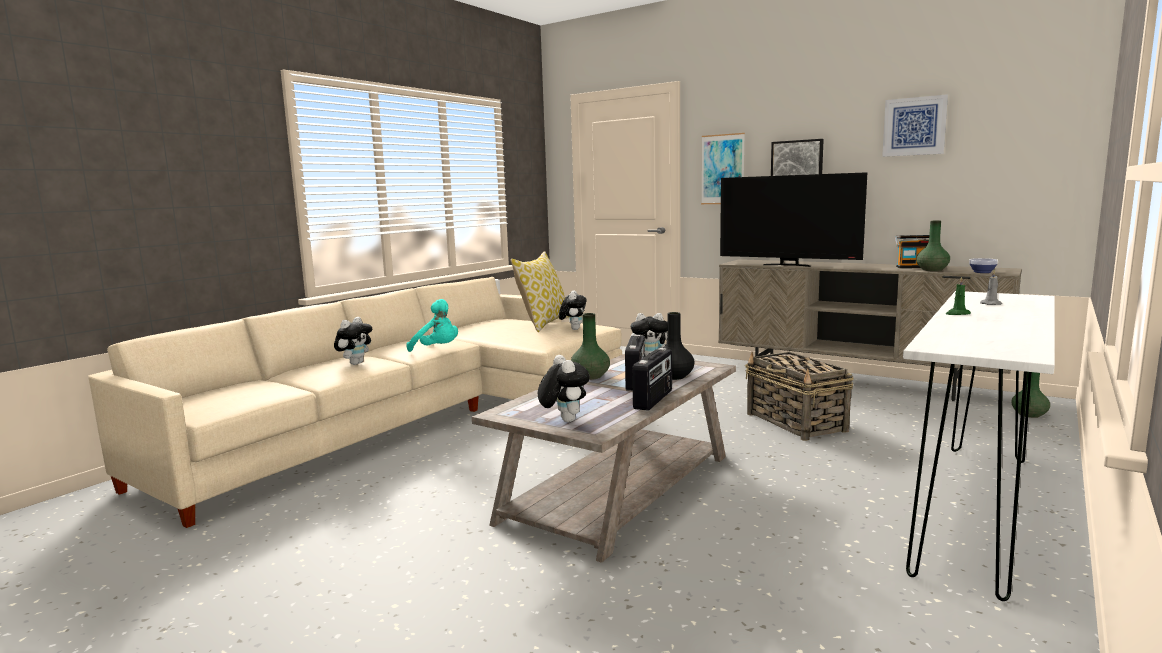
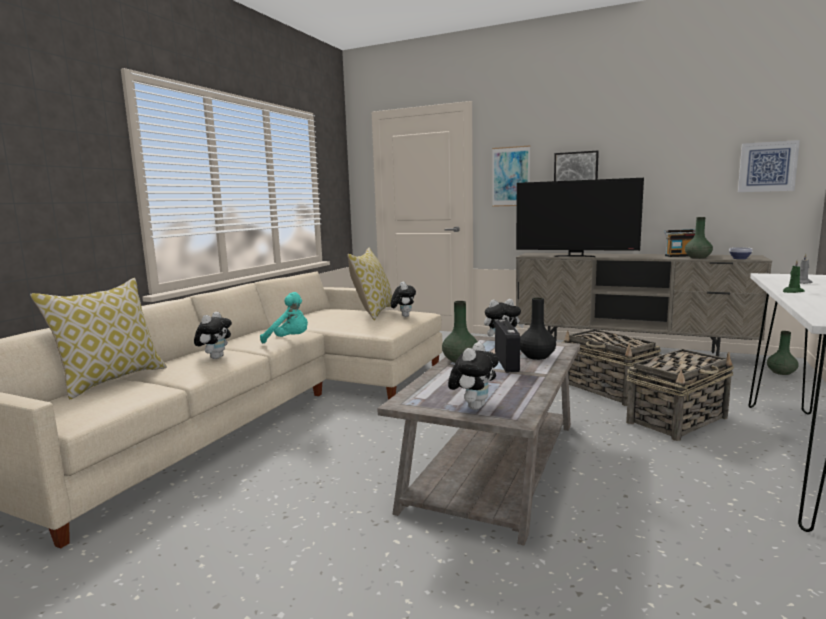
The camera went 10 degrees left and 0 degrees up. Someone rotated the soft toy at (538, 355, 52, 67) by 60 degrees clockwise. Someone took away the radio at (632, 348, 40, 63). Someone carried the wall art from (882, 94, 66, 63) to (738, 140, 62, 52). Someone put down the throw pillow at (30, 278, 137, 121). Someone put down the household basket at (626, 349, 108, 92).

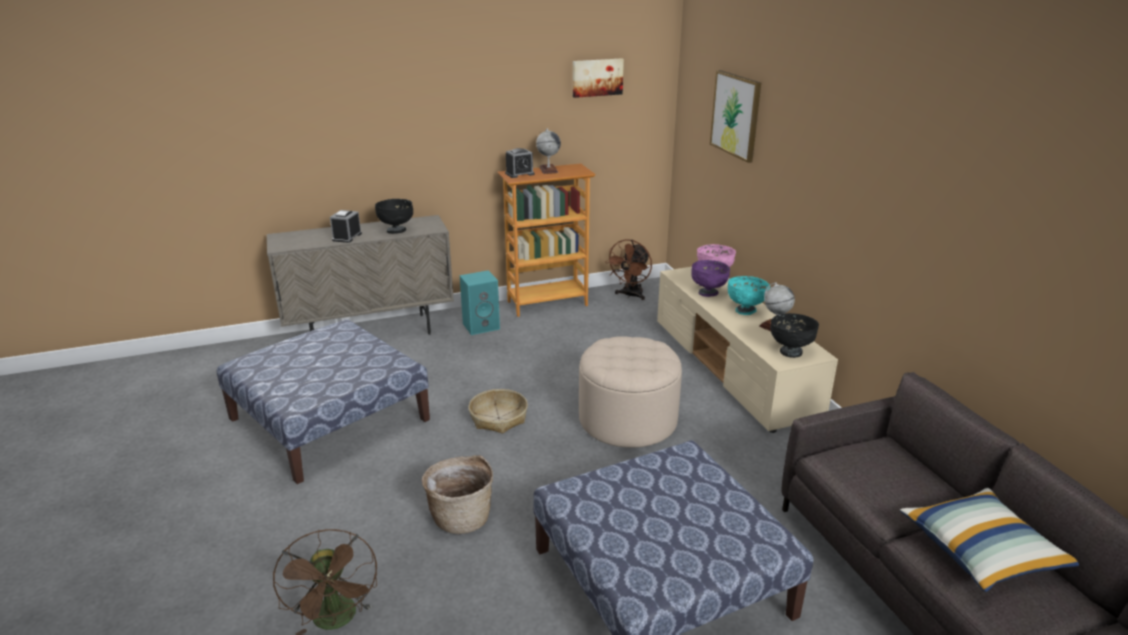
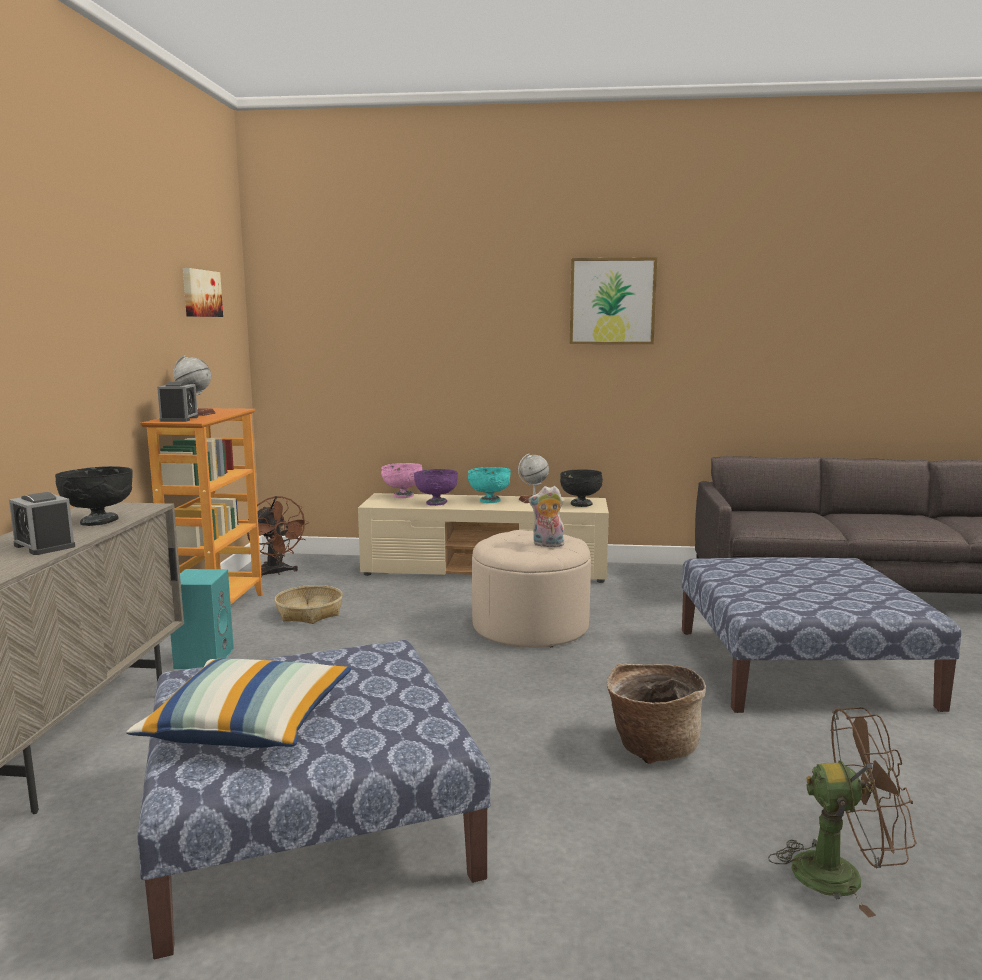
The camera went 65 degrees left and 15 degrees down. Someone carried the household basket from (469, 389, 59, 45) to (274, 585, 69, 39). Someone carried the wall art from (710, 70, 51, 93) to (570, 257, 87, 87). Someone carried the throw pillow from (900, 488, 179, 104) to (126, 658, 225, 90). Someone put down the soft toy at (528, 486, 36, 61).

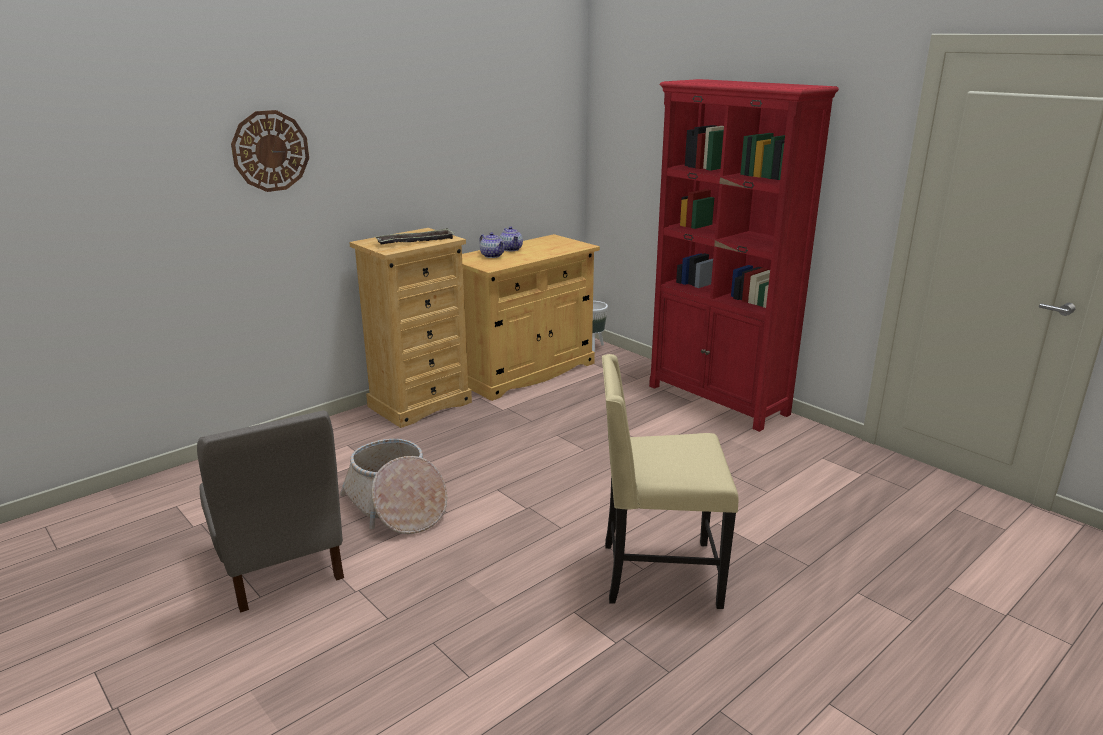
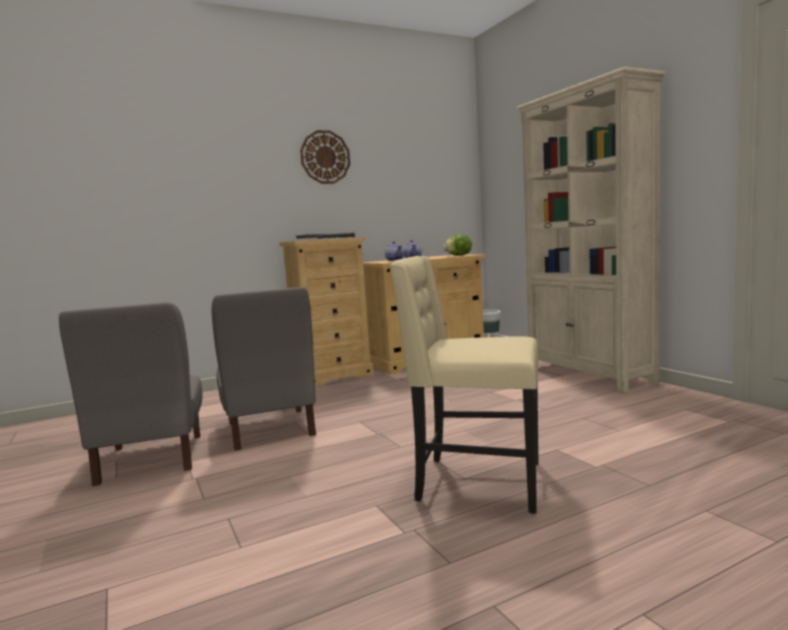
The camera went 15 degrees right and 15 degrees down. Someone carried the clock on the wall from (231, 110, 78, 82) to (300, 130, 50, 54). Someone swapped the household basket at (340, 439, 107, 95) for the chair (gray) at (212, 287, 104, 164). Someone repainted the shelving unit (red) at (649, 79, 190, 353), which became the shelving unit (sand-coloured) at (517, 67, 148, 326). Someone put down the lettuce at (443, 234, 29, 22).

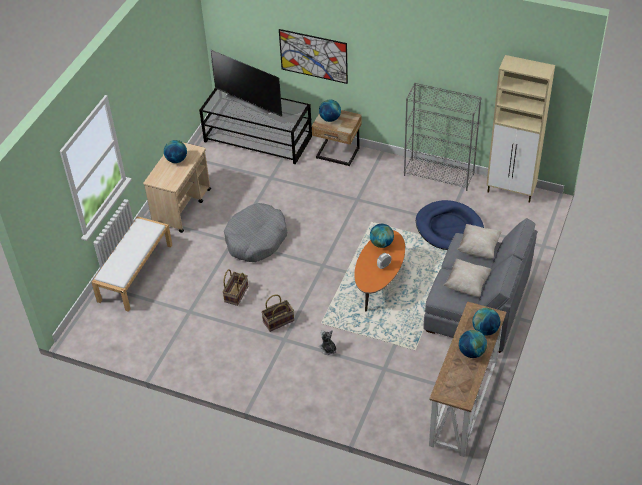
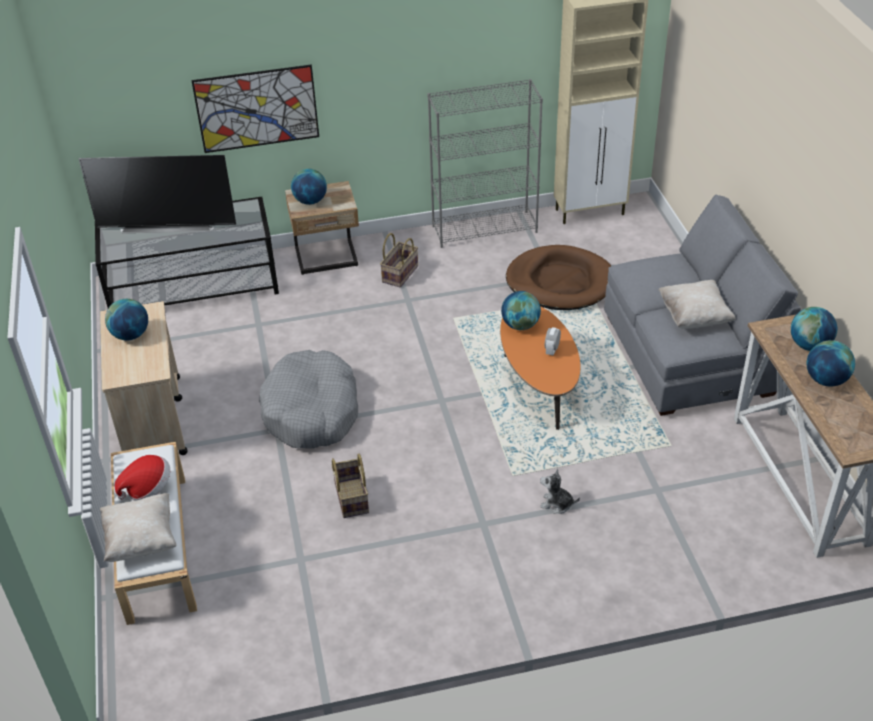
The camera went 35 degrees left and 5 degrees down. Someone carried the household basket from (261, 294, 33, 38) to (380, 233, 38, 55). Someone repainted the dog bed (blue-coloured) at (416, 200, 68, 50), which became the dog bed (brown) at (506, 245, 105, 65). Someone carried the throw pillow (sand-coloured) from (457, 224, 44, 35) to (100, 493, 76, 69). Someone put down the clothing hat at (115, 455, 55, 46).

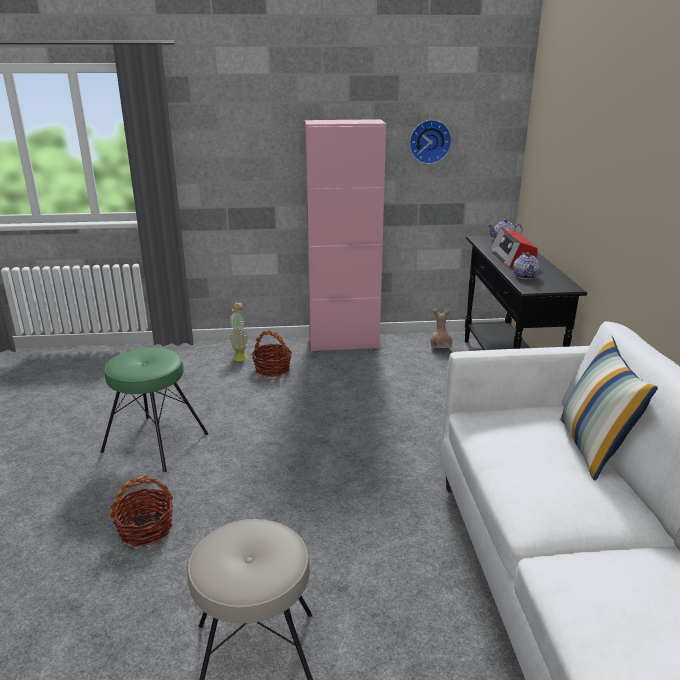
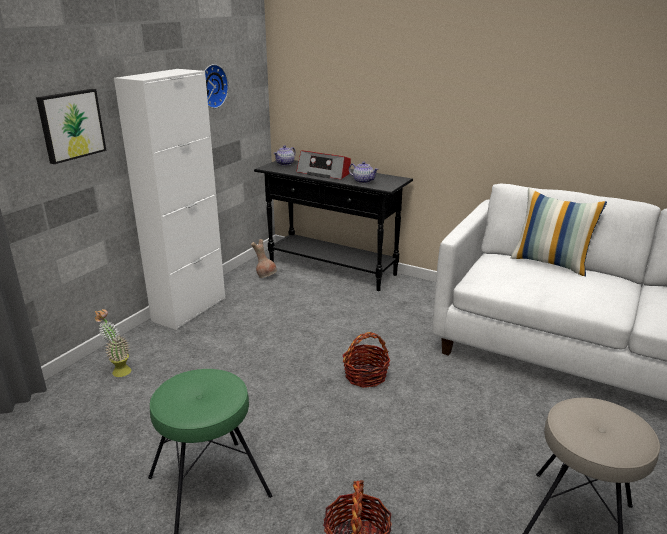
The camera went 55 degrees left and 0 degrees up. Someone carried the household basket from (251, 331, 41, 46) to (343, 332, 48, 56). Someone repainted the cupboard (pink-coloured) at (305, 119, 81, 233), which became the cupboard (white) at (114, 69, 111, 261). Someone put up the wall art at (36, 89, 70, 75).

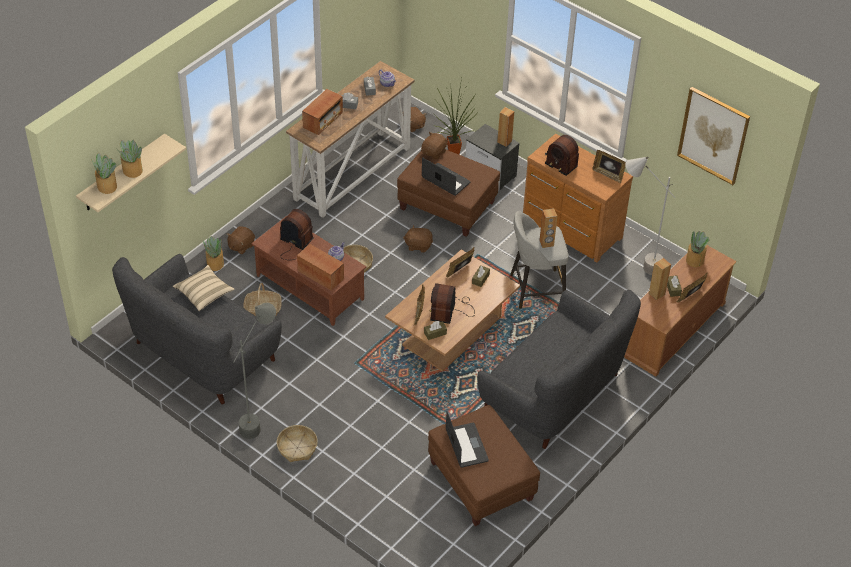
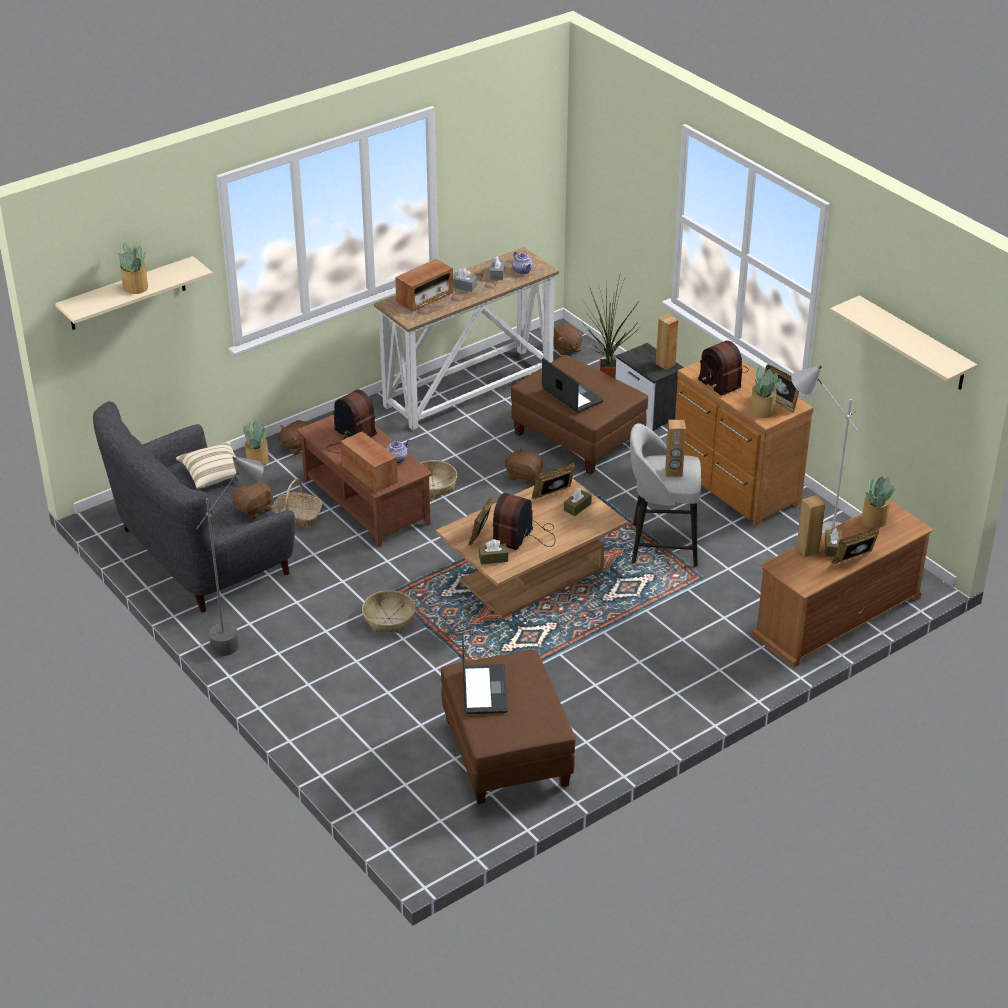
The camera went 15 degrees right and 10 degrees down. Someone carried the plant in a pot from (91, 153, 26, 41) to (750, 366, 32, 52). Someone carried the household basket from (277, 425, 41, 37) to (362, 590, 53, 43). Someone carried the soft toy (brown) from (421, 132, 27, 27) to (232, 481, 41, 38). Someone took away the settee (gray) at (477, 290, 164, 159). Someone swapped the wall art at (677, 87, 73, 98) for the bracket shelf (sand-coloured) at (830, 295, 147, 95).

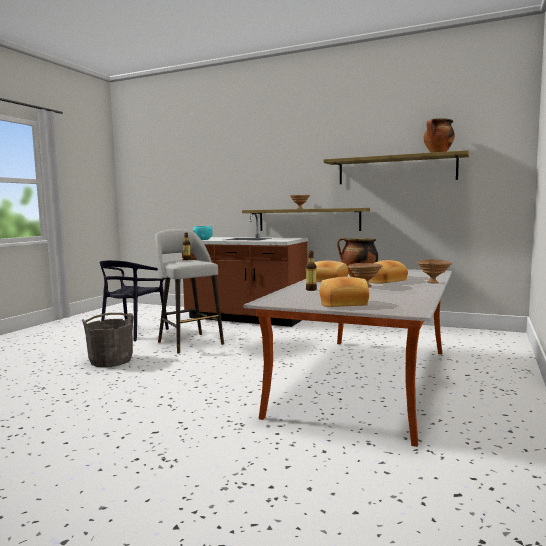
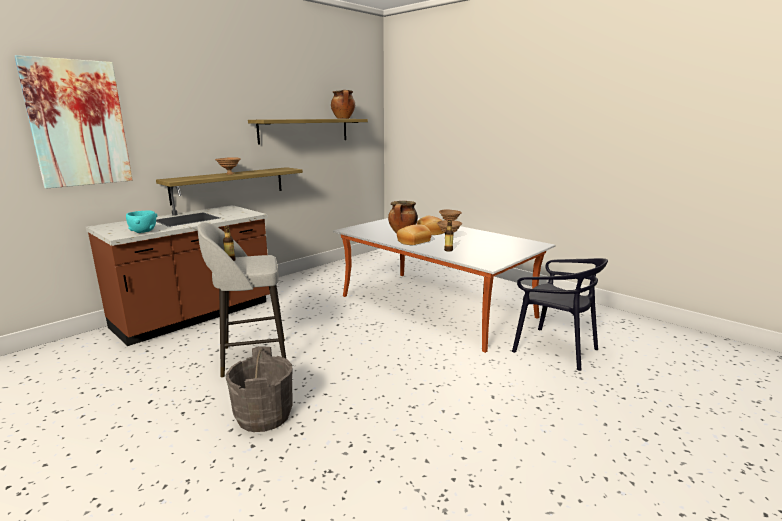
The camera went 70 degrees left and 10 degrees up. Someone carried the chair (black) from (100, 260, 69, 82) to (512, 258, 96, 113). Someone took away the baked bread at (320, 277, 49, 30). Someone put up the wall art at (14, 55, 119, 134).

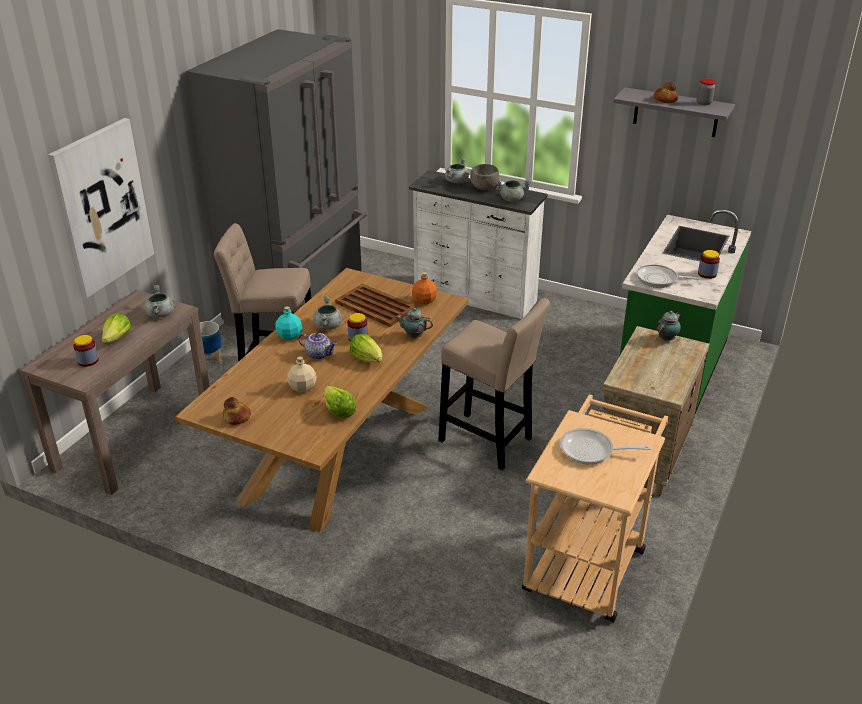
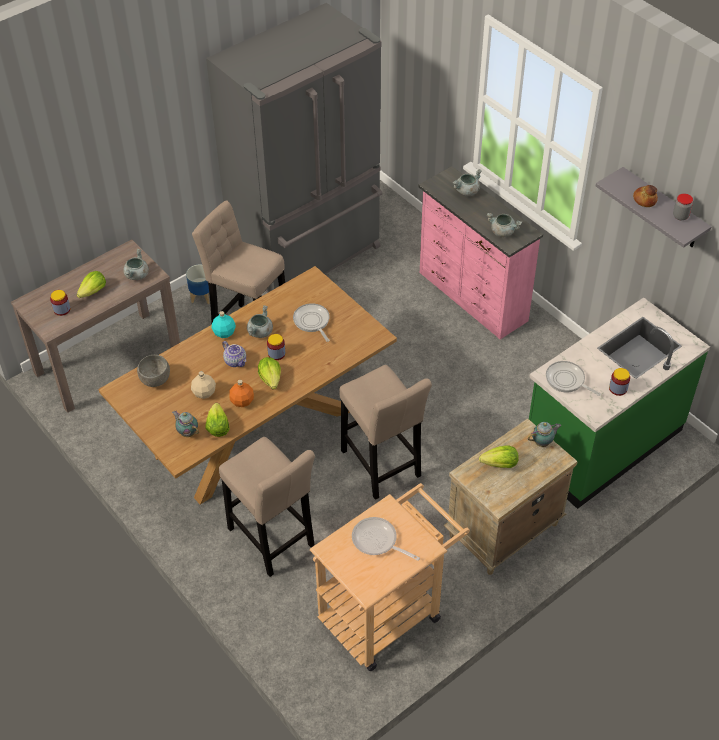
The camera went 25 degrees right and 15 degrees up. Someone took away the wall art at (48, 118, 106, 180). Someone took away the baked bread at (222, 397, 29, 28). Someone swapped the carrying tray (brown) at (335, 284, 82, 43) for the frying pan at (293, 303, 37, 39). Someone carried the tea pot from (395, 308, 38, 30) to (172, 411, 27, 26). Someone repainted the chest of drawers (white) at (409, 170, 139, 149), which became the chest of drawers (pink-coloured) at (418, 166, 125, 173). Someone carried the drink bottle (orange-coloured) from (412, 272, 25, 33) to (229, 380, 25, 27). Someone carried the deep dish (gray) from (470, 164, 29, 26) to (137, 355, 33, 32). Someone put down the stool (sand-coloured) at (219, 437, 96, 140). Someone put down the lettuce at (479, 445, 40, 23).

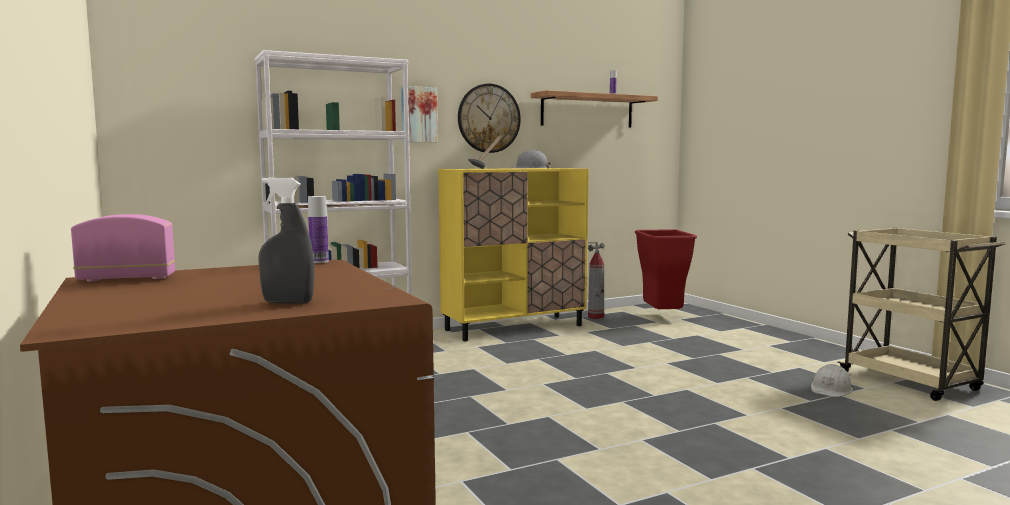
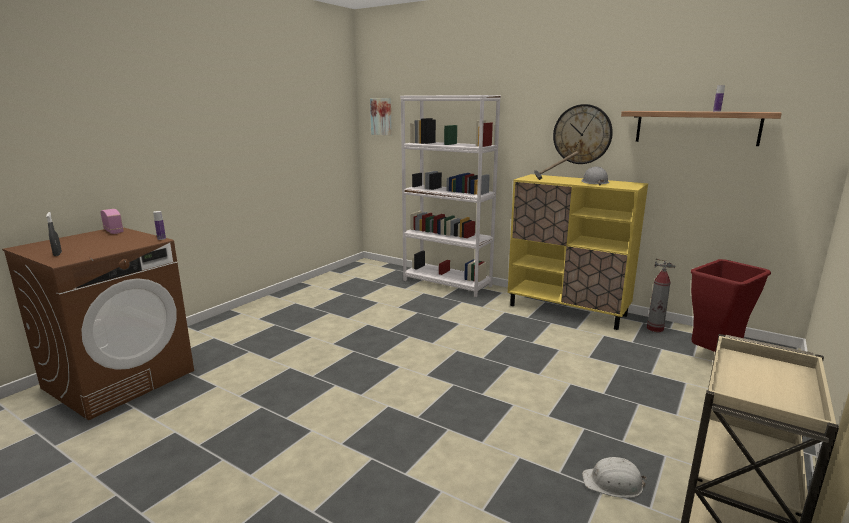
The camera went 60 degrees right and 10 degrees up. Someone carried the wall art from (401, 86, 37, 56) to (370, 98, 22, 37).

